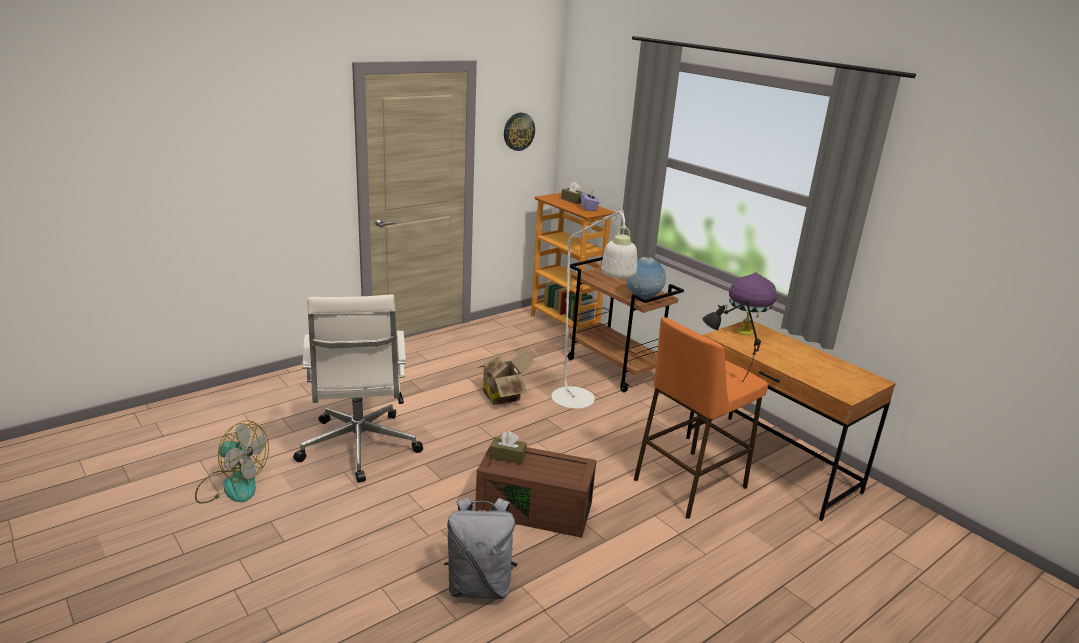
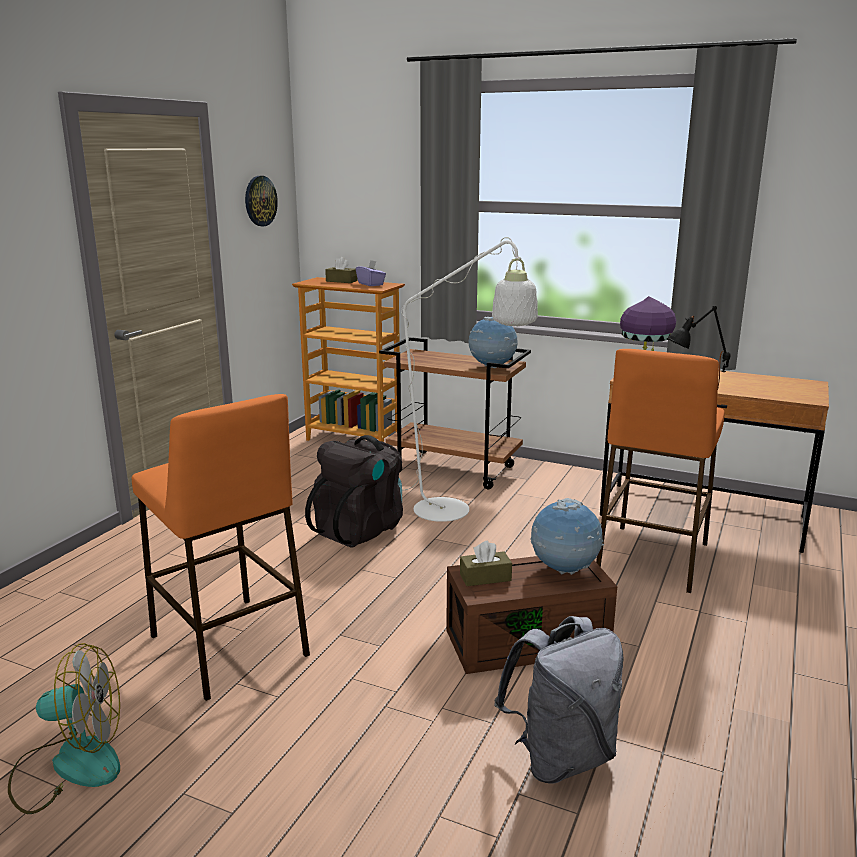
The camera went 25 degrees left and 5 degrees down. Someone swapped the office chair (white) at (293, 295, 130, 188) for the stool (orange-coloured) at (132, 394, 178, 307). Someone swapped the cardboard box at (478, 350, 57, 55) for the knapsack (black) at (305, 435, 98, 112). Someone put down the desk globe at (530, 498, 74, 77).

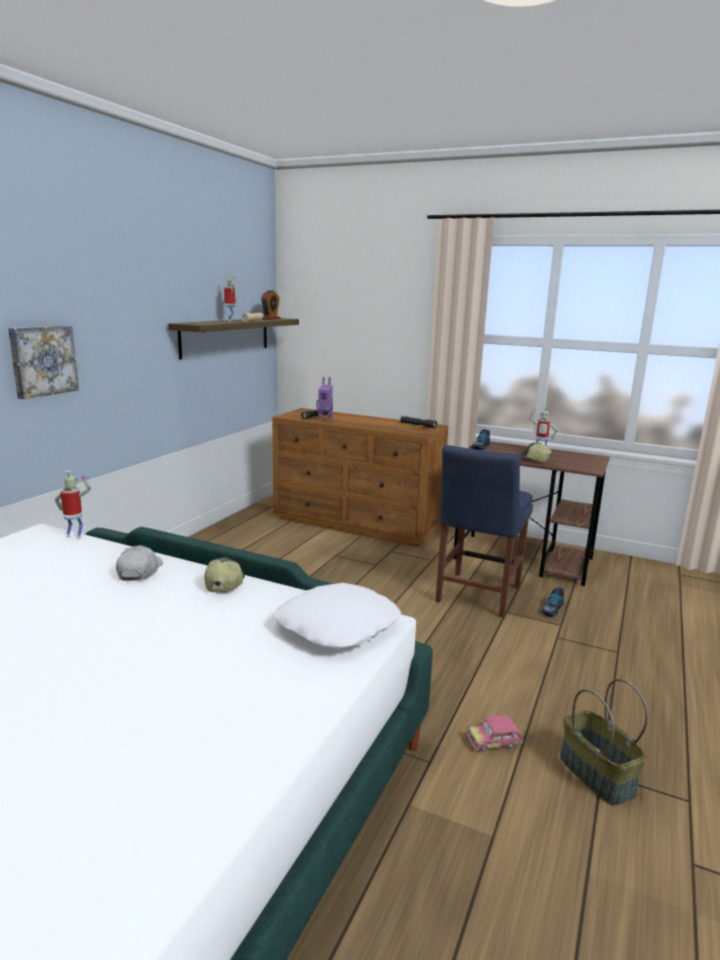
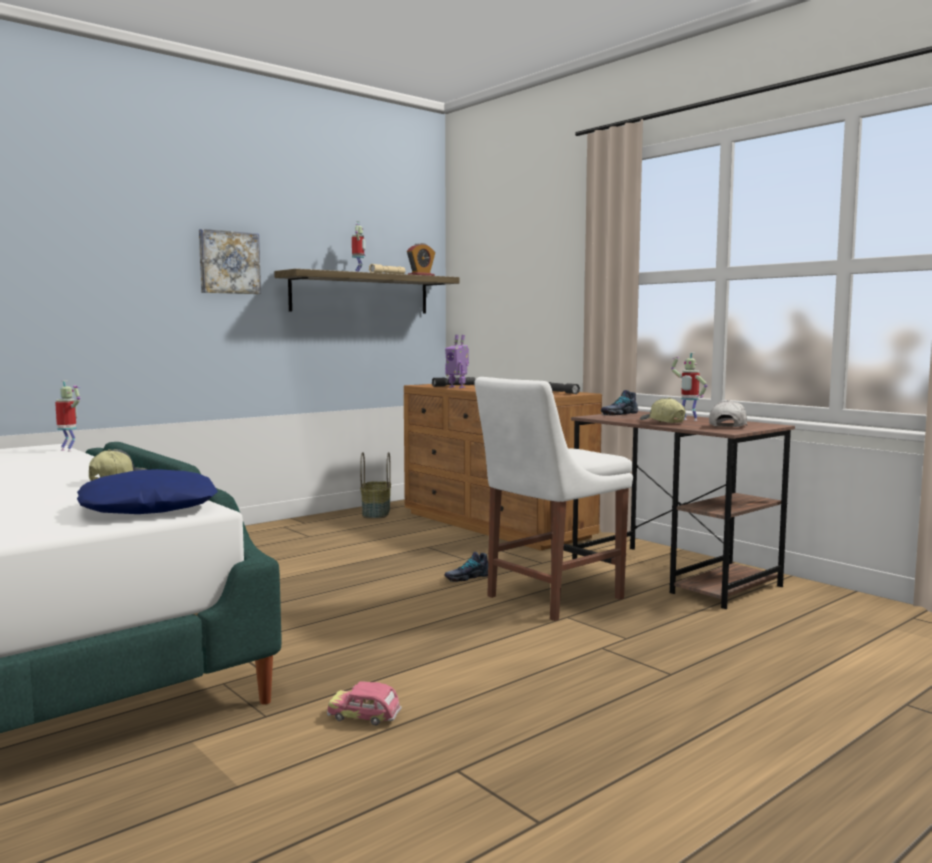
The camera went 25 degrees right and 10 degrees down. Someone carried the wall art from (8, 325, 71, 74) to (199, 229, 62, 65). Someone carried the peaked cap (white) from (116, 545, 47, 36) to (709, 400, 38, 27). Someone repainted the throw pillow (white) at (274, 583, 127, 67), which became the throw pillow (blue-coloured) at (77, 469, 141, 45). Someone repainted the chair (blue-coloured) at (435, 445, 98, 173), which became the chair (white) at (474, 377, 159, 244). Someone carried the item of footwear from (541, 587, 23, 30) to (444, 552, 44, 30). Someone carried the household basket from (560, 679, 88, 126) to (360, 452, 31, 66).

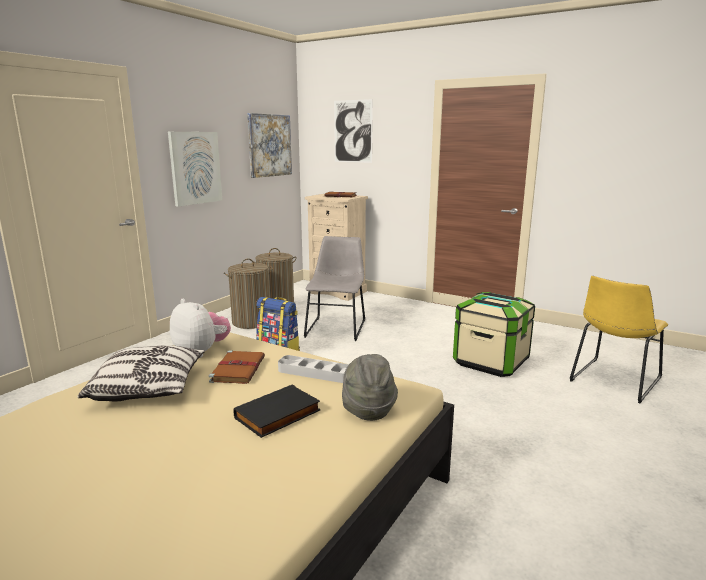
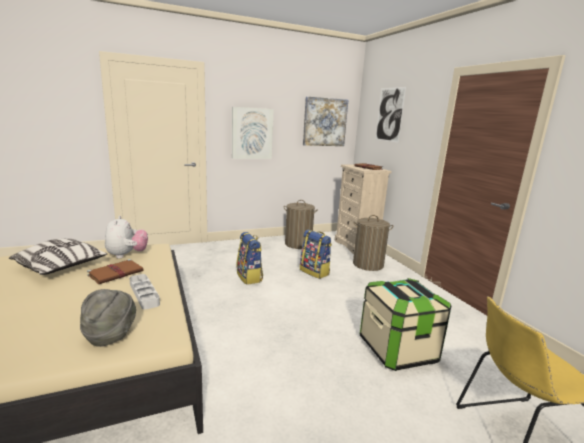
The camera went 35 degrees right and 0 degrees up. Someone carried the hamper from (224, 258, 49, 71) to (353, 215, 40, 56). Someone took away the bound book (black) at (233, 385, 88, 53). Someone swapped the chair (gray) at (304, 236, 61, 105) for the knapsack at (300, 230, 32, 49).

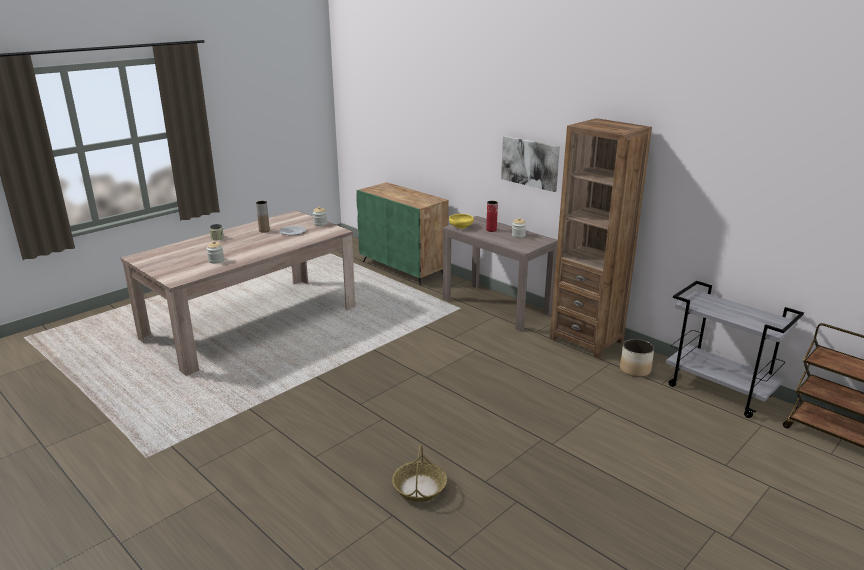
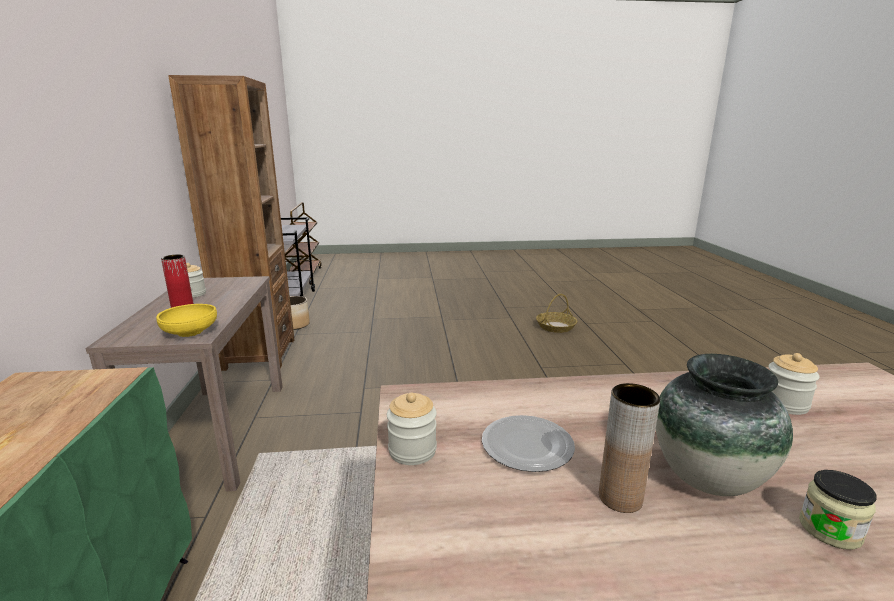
The camera went 140 degrees left and 5 degrees down. Someone took away the wall art at (501, 136, 59, 56). Someone put down the vase at (656, 354, 137, 142).

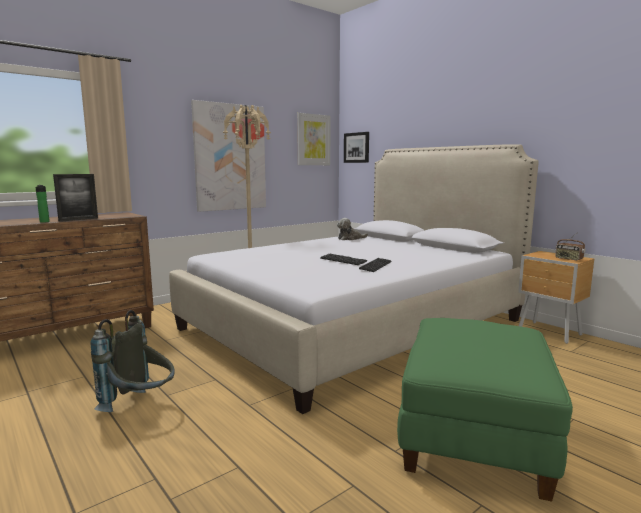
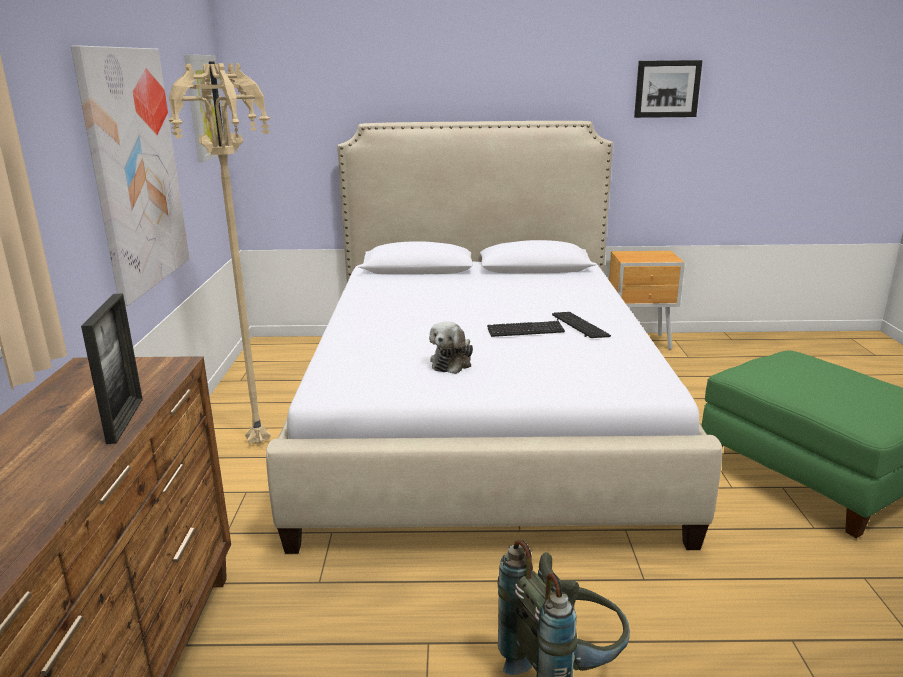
The camera went 50 degrees left and 10 degrees up. Someone took away the drink bottle at (35, 185, 15, 38). Someone carried the soft toy from (337, 218, 31, 22) to (429, 321, 44, 53). Someone carried the wall art from (344, 132, 25, 31) to (634, 60, 68, 58). Someone took away the radio at (555, 232, 31, 29).

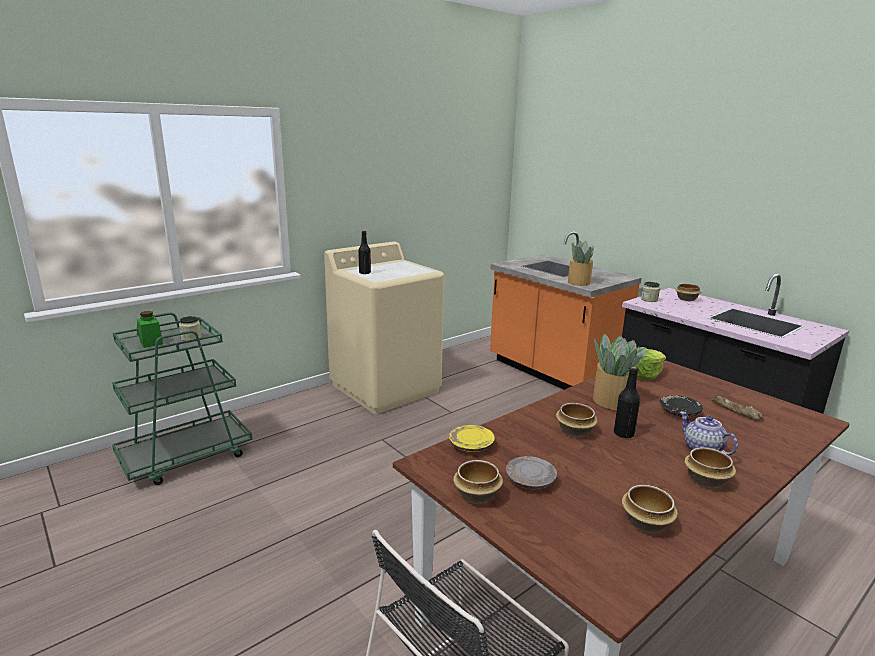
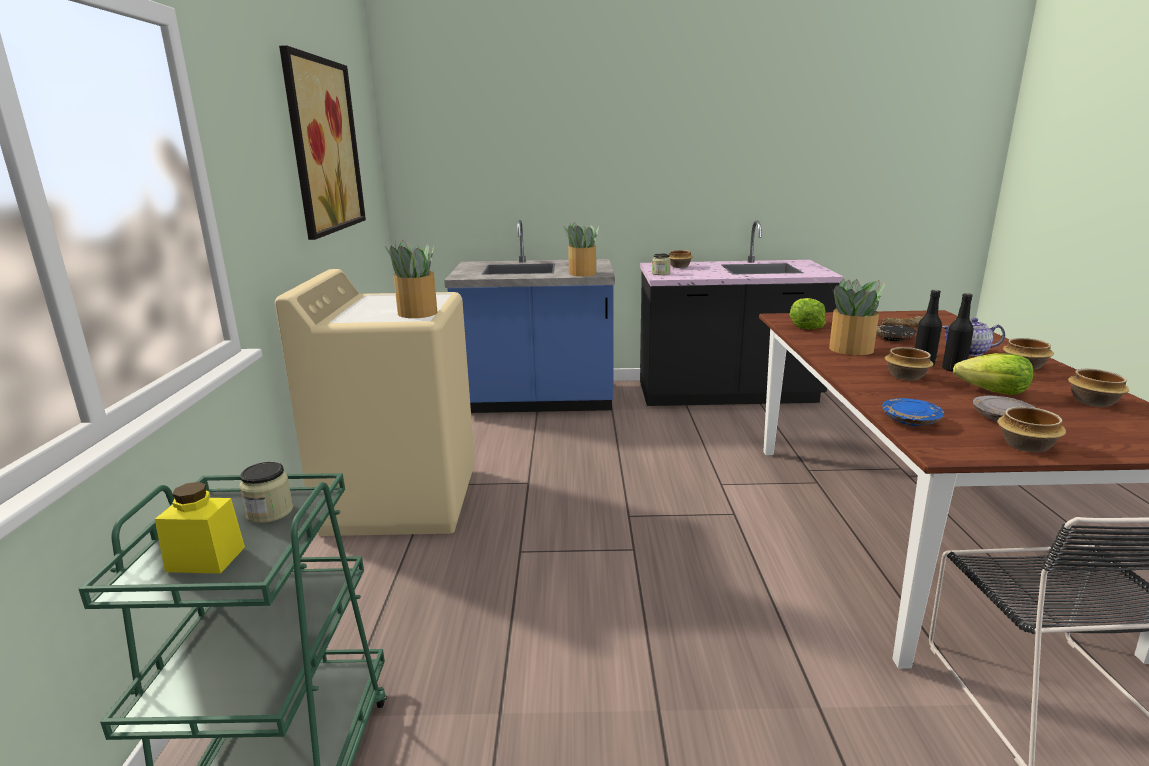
The camera went 50 degrees left and 0 degrees up. Someone repainted the preserve jar (green-coloured) at (137, 311, 26, 37), which became the preserve jar (yellowish) at (155, 482, 90, 92). Someone carried the drink bottle (black) from (358, 230, 13, 44) to (942, 293, 32, 79). Someone repainted the flat dish (yellowish) at (449, 425, 46, 27), which became the flat dish (blue-coloured) at (882, 398, 62, 28). Someone repainted the kitchen base unit (orange-coloured) at (490, 231, 152, 159), which became the kitchen base unit (blue-coloured) at (444, 220, 171, 193). Someone put up the wall art at (279, 46, 87, 194). Someone put down the plant in a pot at (385, 240, 52, 78). Someone put down the lettuce at (953, 353, 81, 42).

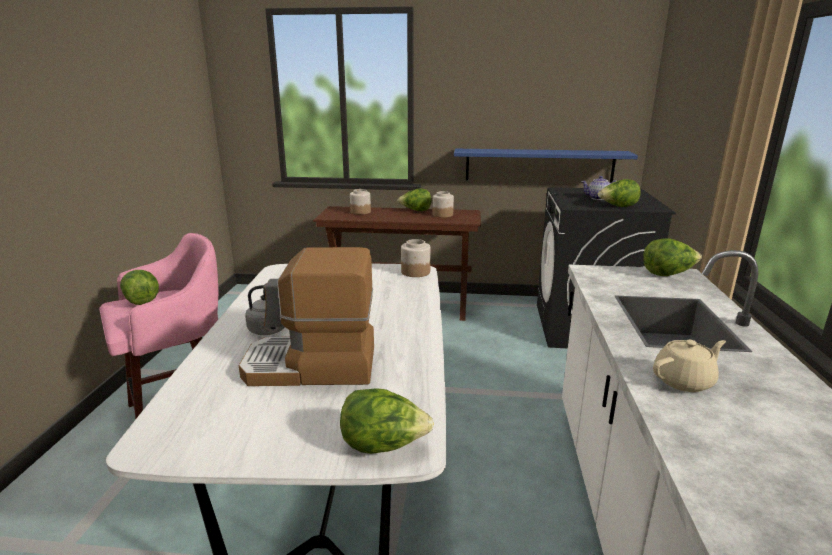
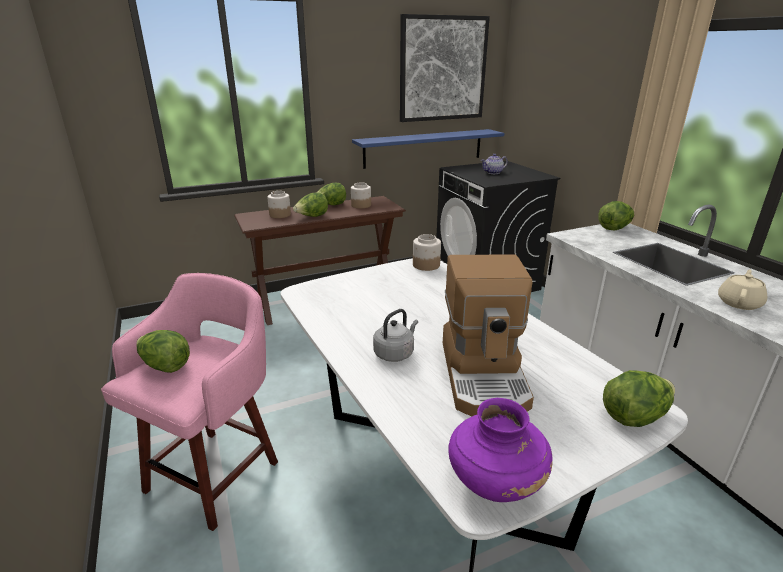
The camera went 30 degrees left and 5 degrees up. Someone rotated the coffee machine at (239, 247, 135, 139) by 60 degrees counterclockwise. Someone carried the lettuce from (598, 179, 43, 28) to (293, 192, 35, 25). Someone put up the wall art at (400, 14, 90, 108). Someone put down the vase (purplish) at (448, 398, 105, 104).

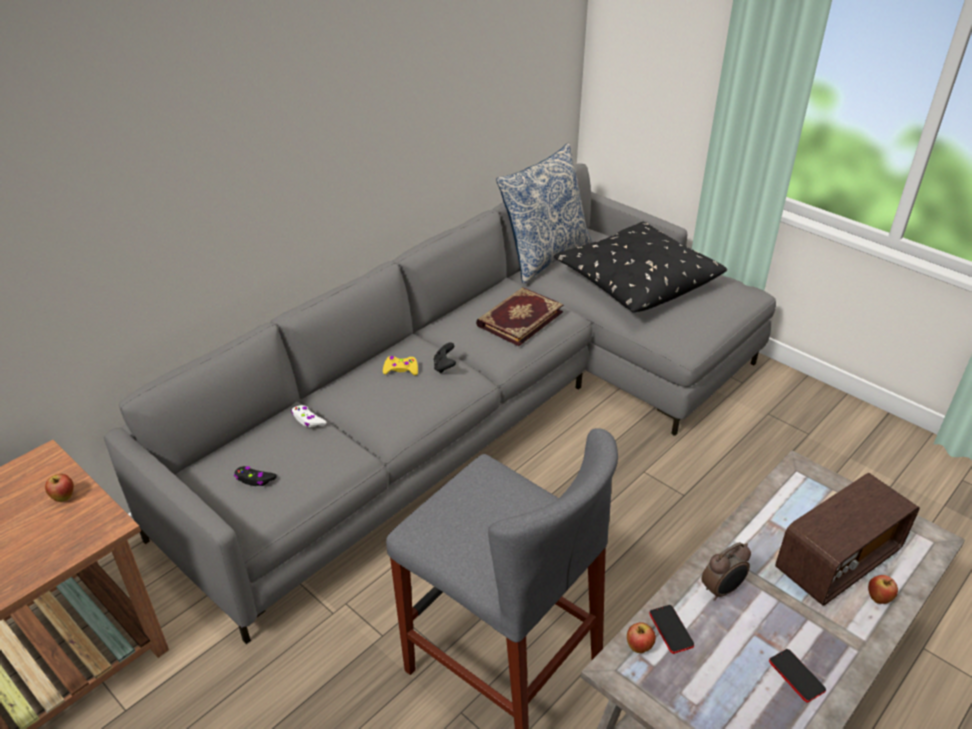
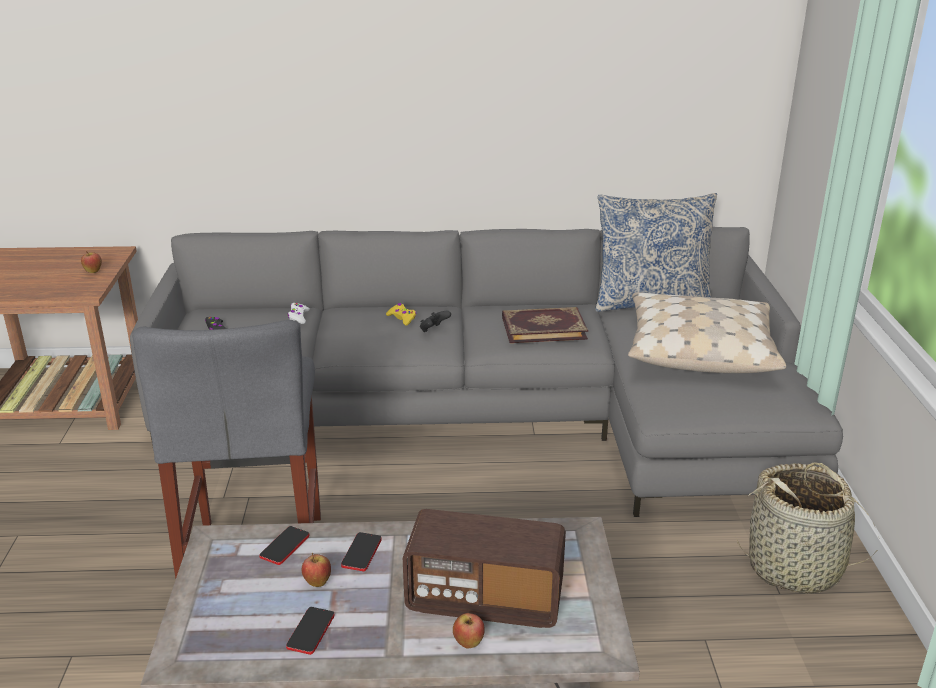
The camera went 45 degrees right and 10 degrees down. Someone repainted the throw pillow (black) at (554, 222, 173, 91), which became the throw pillow (sand-coloured) at (628, 292, 158, 81). Someone carried the whole apple from (627, 622, 29, 31) to (302, 553, 29, 34). Someone swapped the table clock at (701, 542, 50, 59) for the telephone at (341, 532, 41, 39). Someone put down the household basket at (736, 462, 140, 132).

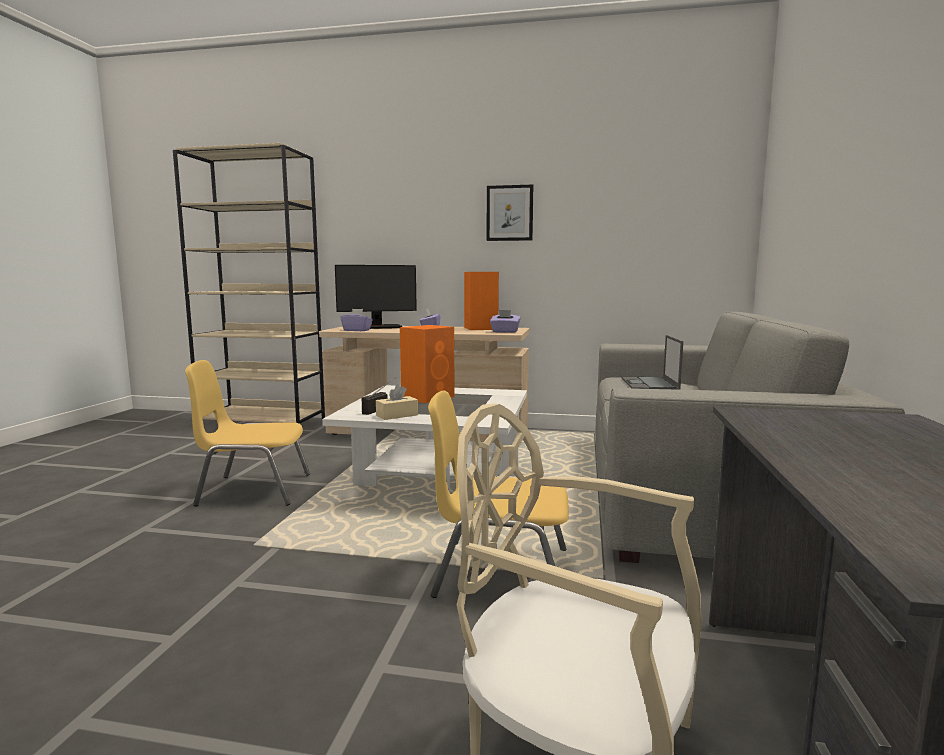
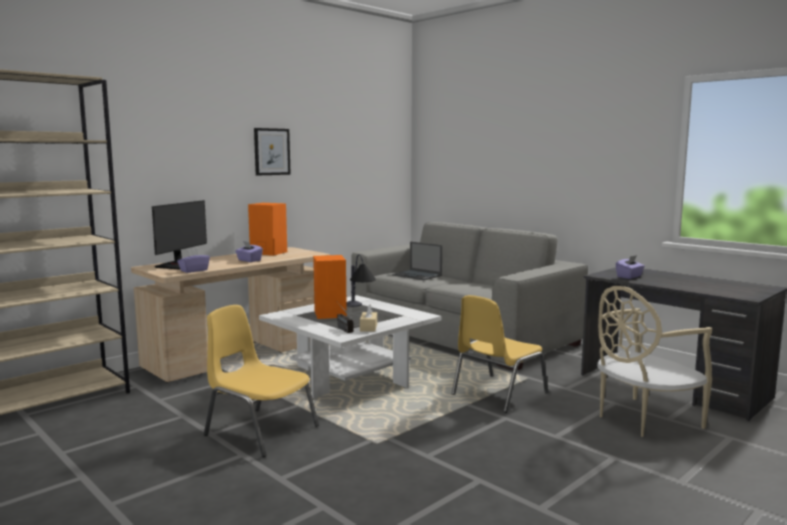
The camera went 55 degrees left and 0 degrees up. Someone rotated the chair (yellowish) at (185, 360, 125, 146) by 90 degrees clockwise. Someone carried the box of tissues (purplish) from (490, 310, 31, 23) to (616, 255, 29, 24). Someone put down the lamp for a table at (346, 255, 30, 52).

